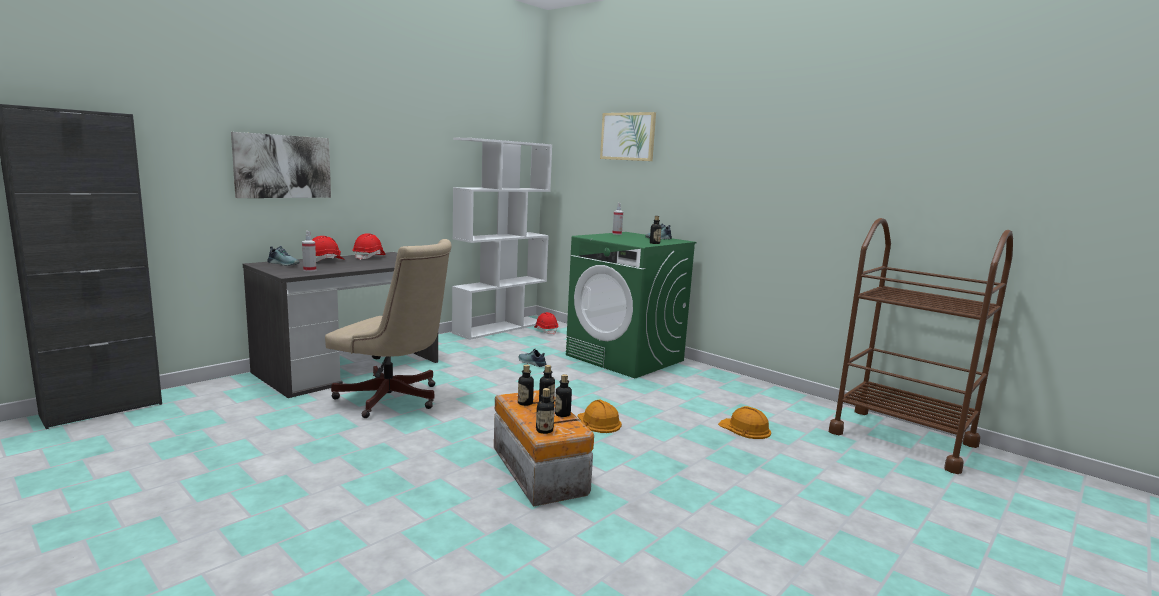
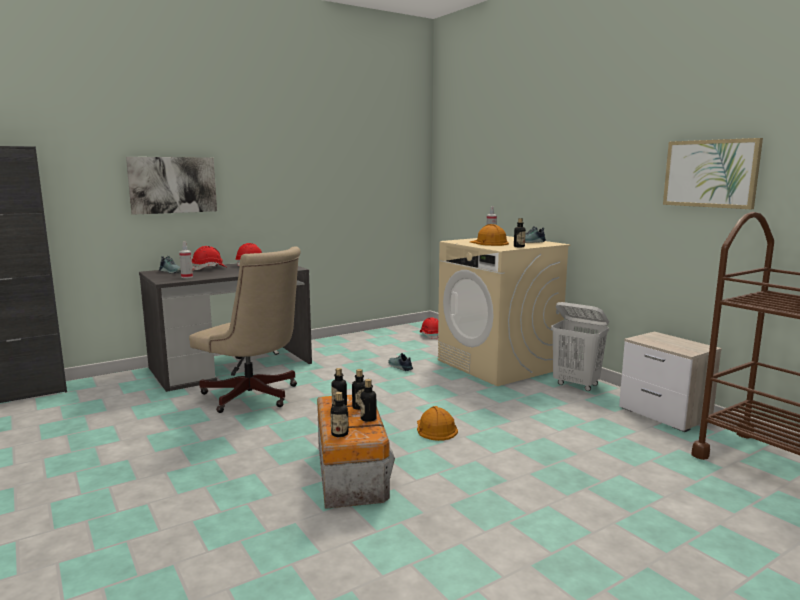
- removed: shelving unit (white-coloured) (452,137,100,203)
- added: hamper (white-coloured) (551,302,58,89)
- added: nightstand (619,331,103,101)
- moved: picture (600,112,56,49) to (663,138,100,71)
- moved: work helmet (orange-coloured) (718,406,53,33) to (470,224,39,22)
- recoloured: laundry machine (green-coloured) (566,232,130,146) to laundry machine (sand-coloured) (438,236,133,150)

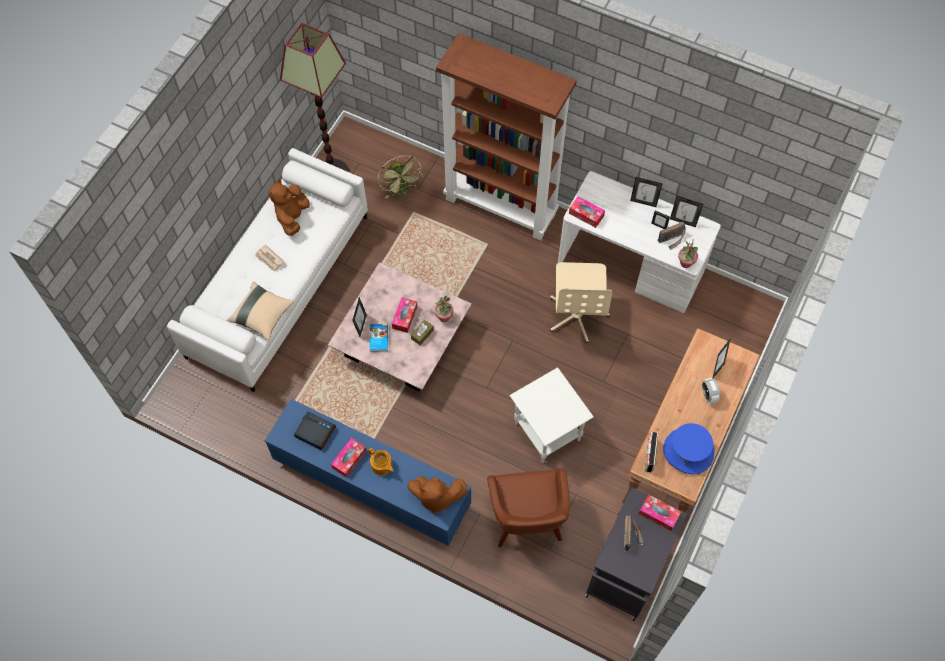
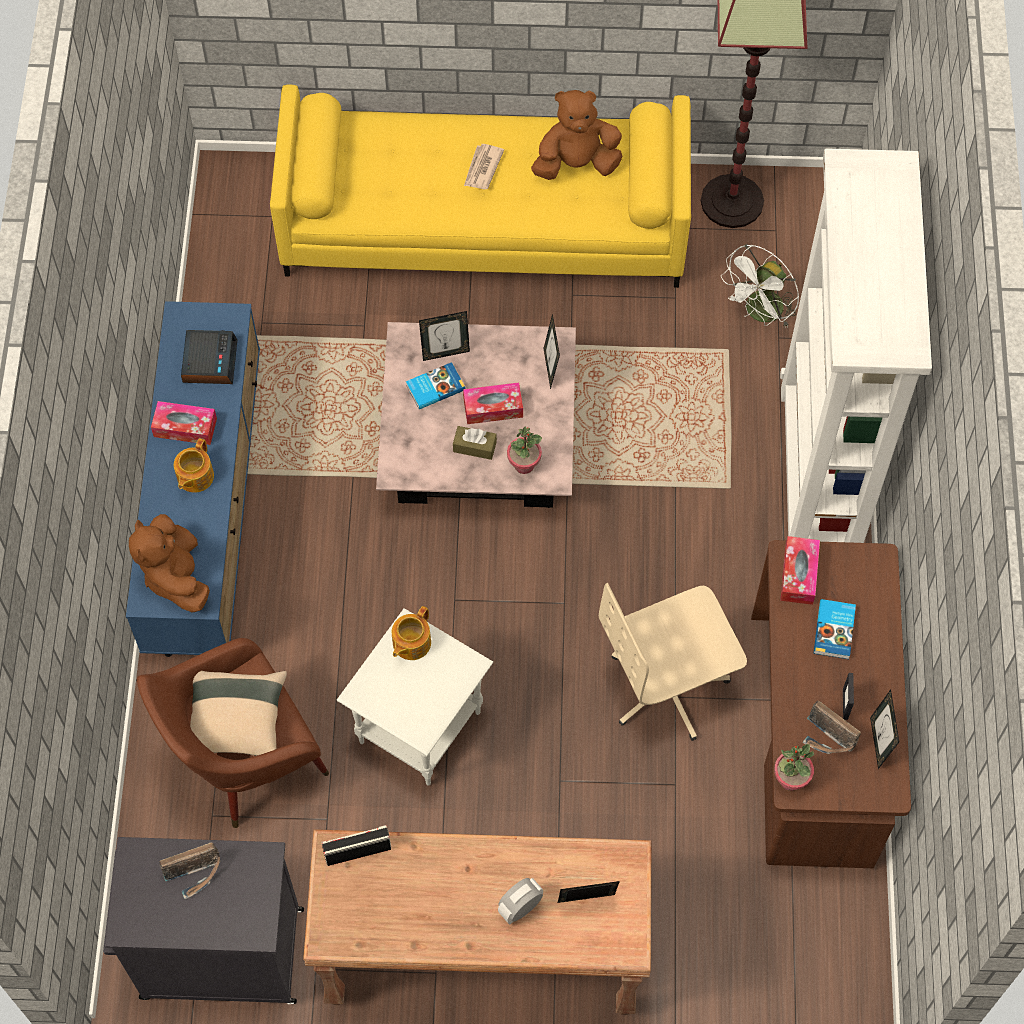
- removed: tissue box (639,494,42,37)
- removed: wearable hat (blue-coloured) (663,423,52,52)
- added: pot for tea (392,606,39,54)
- added: bound book (814,599,42,60)
- moved: cushion (sand-coloured) (227,282,67,58) to (190,671,97,85)
- moved: photo frame (630,177,32,30) to (543,313,17,76)
- recoloured: sofa (white-coloured) (167,148,201,244) to sofa (yellowish) (270,84,421,204)
- recoloured: cooling fan (green-coloured) (378,156,45,43) to cooling fan (white-coloured) (721,244,78,84)
- recoloured: shelving unit (brownish) (436,33,141,207) to shelving unit (white-coloured) (780,148,152,395)
- recoloured: desk (white-coloured) (558,171,163,142) to desk (brownish) (751,540,160,328)

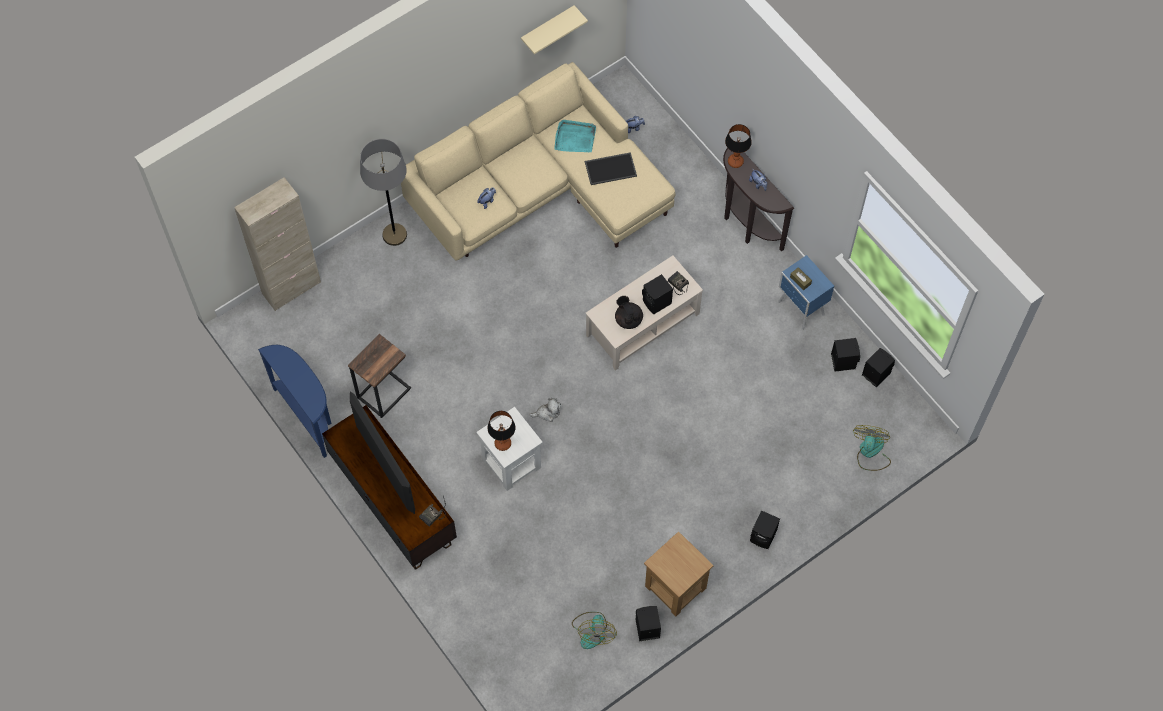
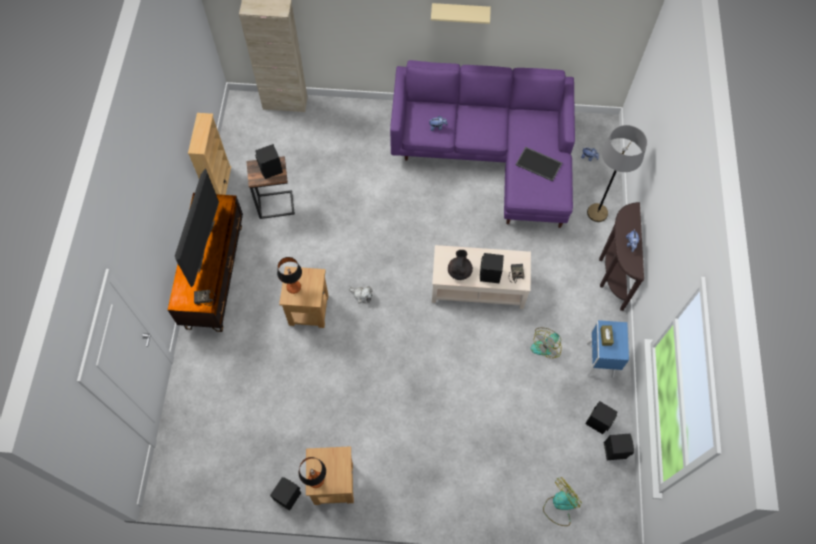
- removed: tray (blue-green) (554,120,42,32)
- moved: standard lamp (greyish) (360,139,47,107) to (587,125,60,97)
- moved: shelf (sand-coloured) (521,5,67,49) to (431,3,60,21)
- moved: cooling fan (572,612,45,37) to (530,328,32,30)
- moved: table lamp (725,124,27,44) to (299,457,27,31)
- moved: audio speaker (blackish) (750,510,30,39) to (255,144,28,35)
- replaced: narrow table (blue-coloured) (258,345,74,113) to shelving unit (sand-coloured) (188,113,43,82)
- recoloured: sofa (sand-coloured) (401,62,275,199) to sofa (purple-coloured) (390,60,185,168)
- recoloured: accent table (white-coloured) (476,407,67,84) to accent table (brownish) (279,266,49,62)

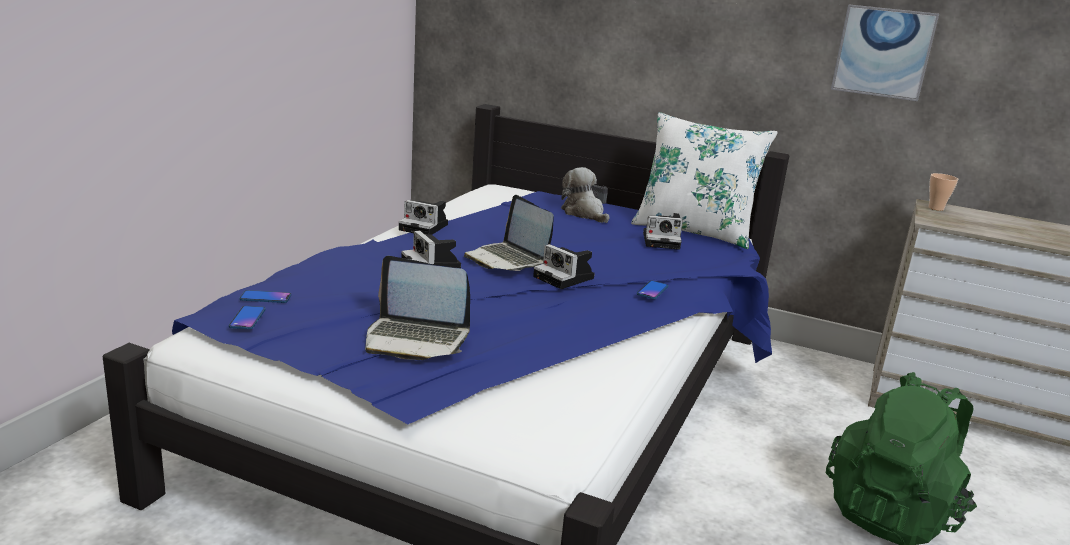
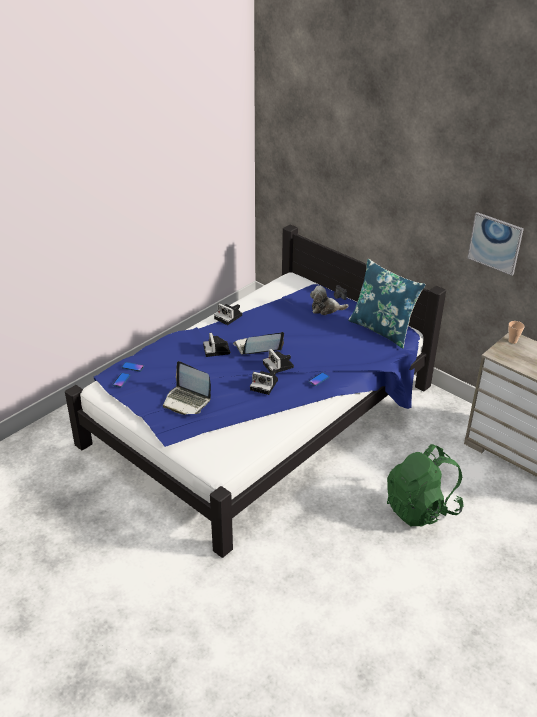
- moved: photo camera (643,213,40,37) to (250,369,28,26)
- recoloured: cushion (white-coloured) (631,112,147,137) to cushion (blue-coloured) (348,259,78,90)
- turned: portable computer (464,195,90,76) = (233,332,51,23) 90 degrees clockwise
- turned: cuddly toy (561,167,49,56) = (310,286,39,29) 75 degrees counterclockwise

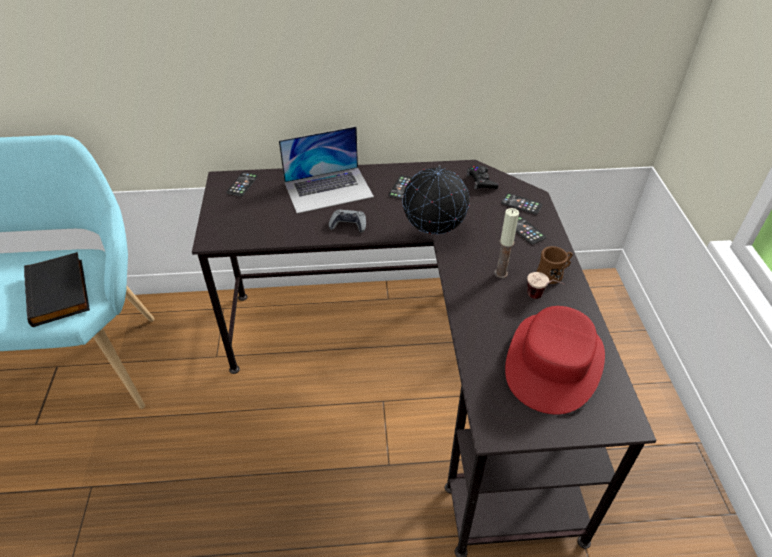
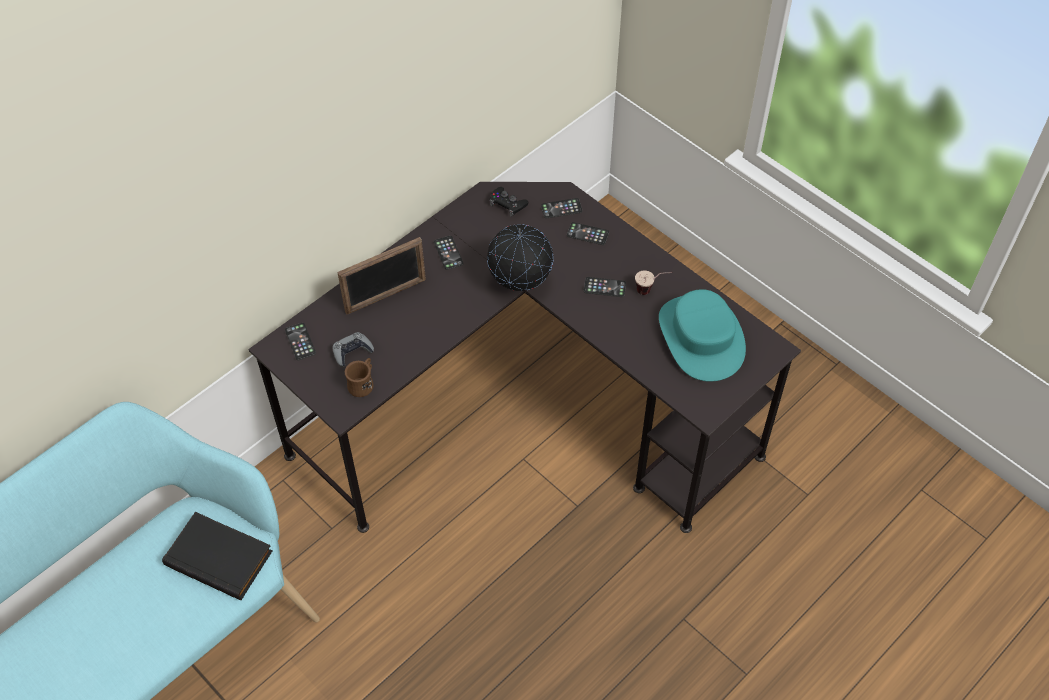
- moved: joypad (greyish) (329,209,37,24) to (333,332,41,35)
- moved: mug (brownish) (537,246,36,38) to (345,358,29,39)
- replaced: portable computer (279,126,95,88) to photo frame (337,237,89,77)
- replaced: wax candle (494,208,25,70) to telephone (584,277,42,20)
- recoloured: wearable hat (reddish) (505,306,100,108) to wearable hat (blue-green) (659,289,87,93)

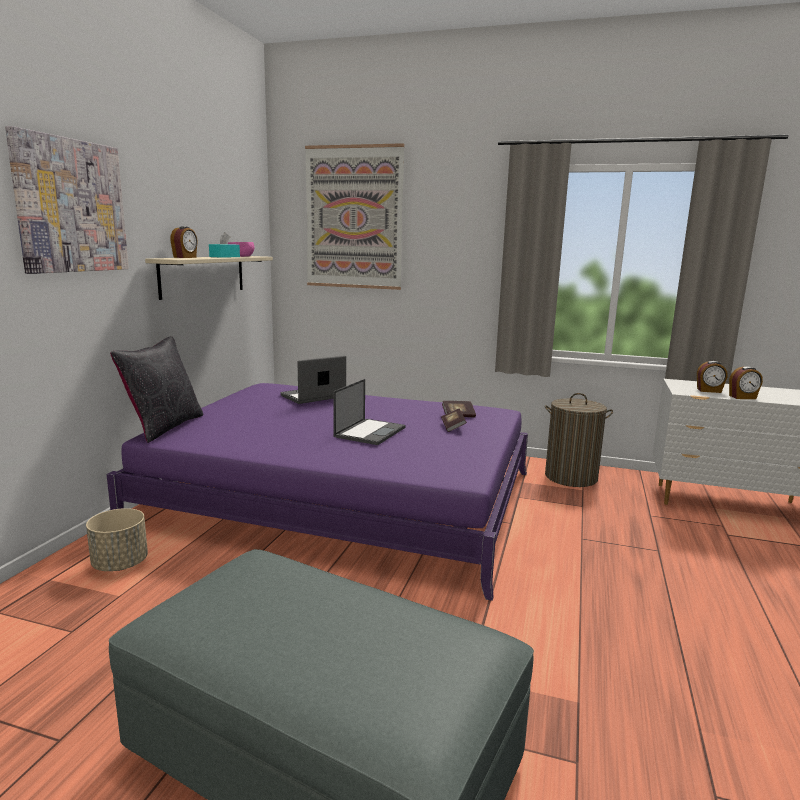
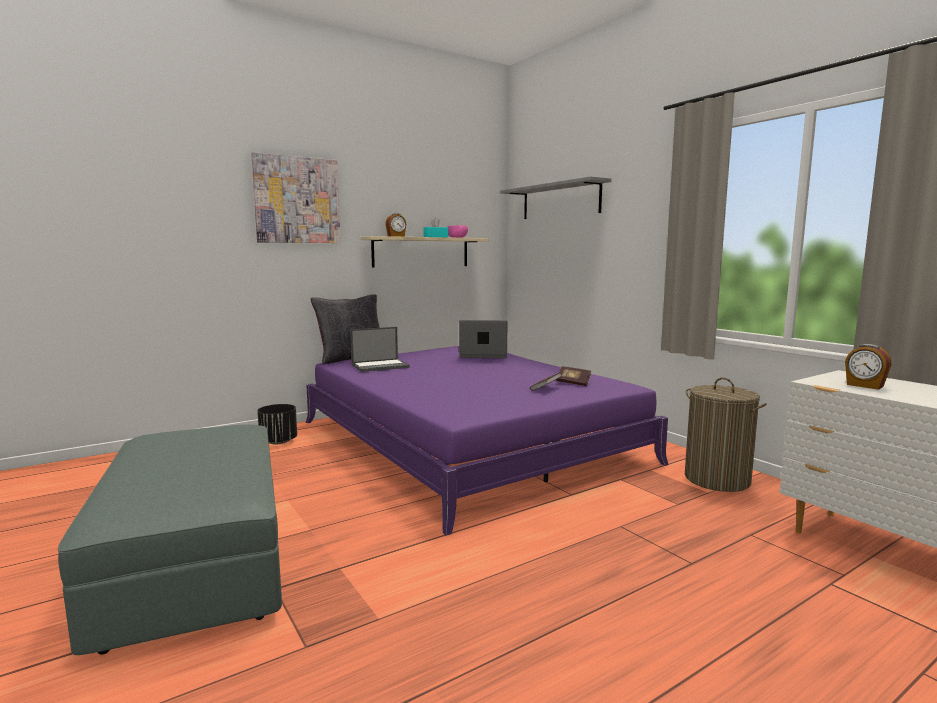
- removed: bedside clock (729,366,34,33)
- moved: portable computer (333,379,72,66) to (350,327,60,45)
- replaced: picture (305,143,100,147) to shelf (greyish) (500,176,112,43)
- recoloured: planter (sand-coloured) (86,508,62,63) to planter (blackish) (257,404,40,41)

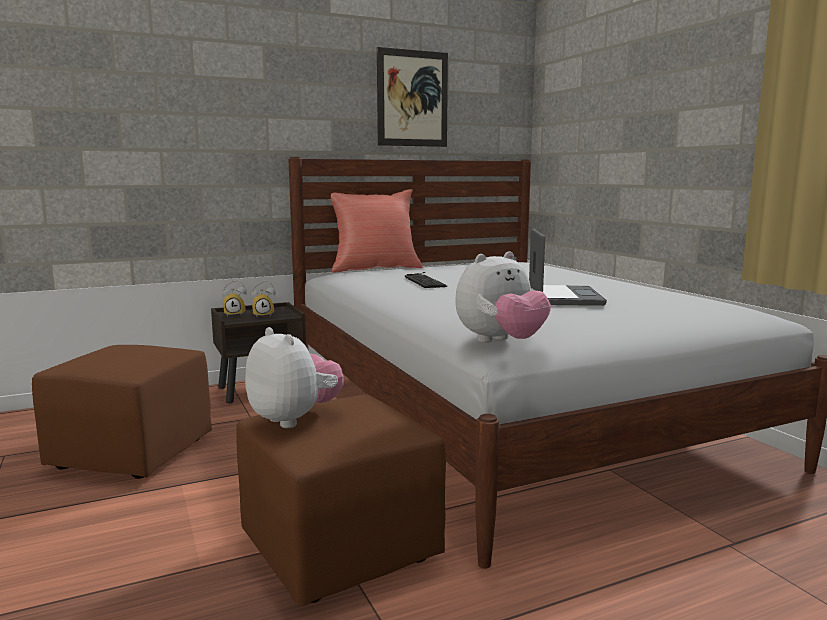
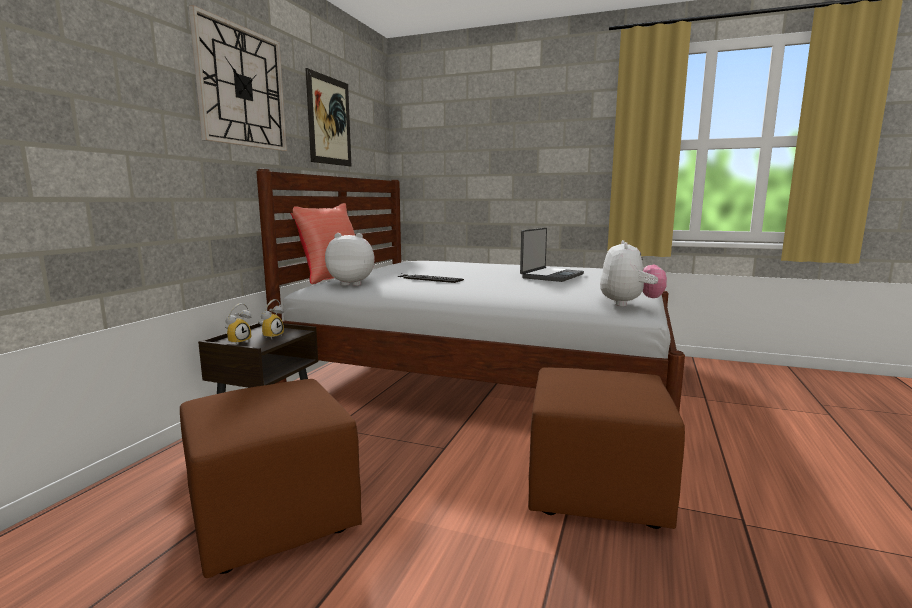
- added: hanging clock (189,5,98,146)
- moved: cuddly toy (245,327,99,101) to (325,233,50,53)
- turned: portable computer (529,229,78,77) = (520,228,64,54) 75 degrees clockwise

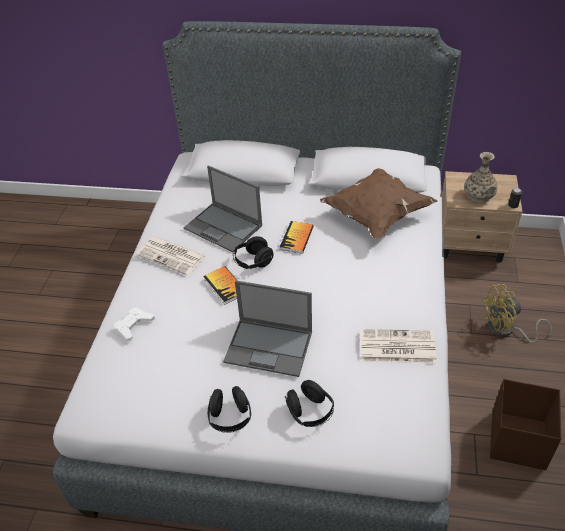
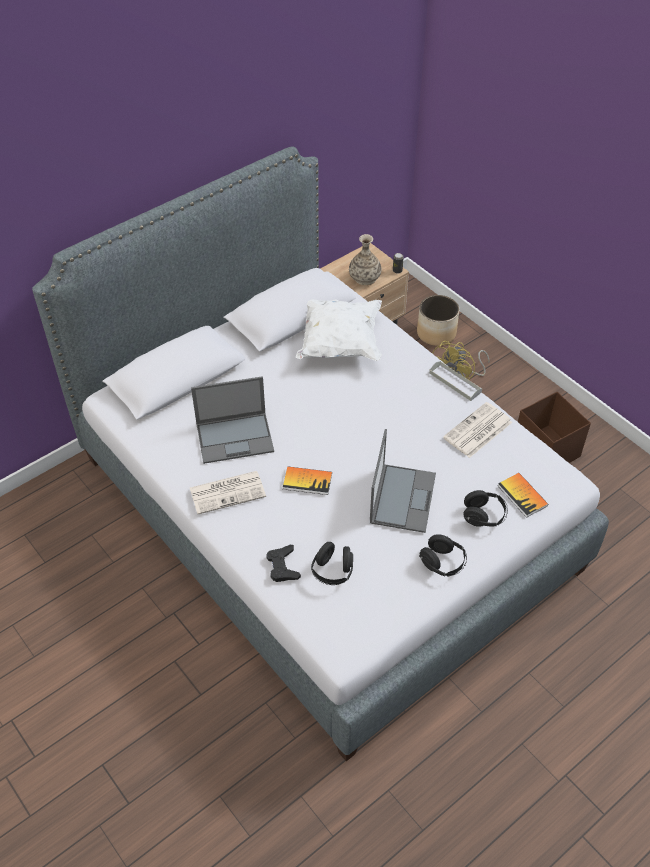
- added: planter (417,295,42,51)
- added: tray (greyish) (429,361,53,40)
- moved: pair of headphones (blackish) (233,236,41,33) to (311,542,42,43)
- moved: bound book (280,221,34,33) to (498,473,50,45)
- recoloured: joypad (white-coloured) (114,307,41,34) to joypad (blackish) (266,545,35,37)
- recoloured: cushion (brownish) (320,168,117,70) to cushion (white-coloured) (296,299,86,62)
- turned: portable computer (223,280,89,97) = (370,429,66,104) 45 degrees counterclockwise

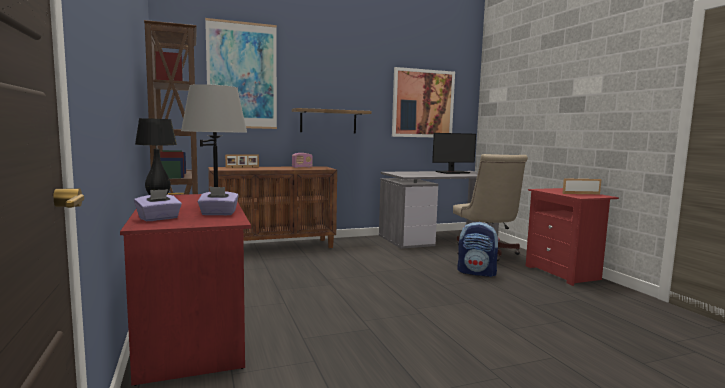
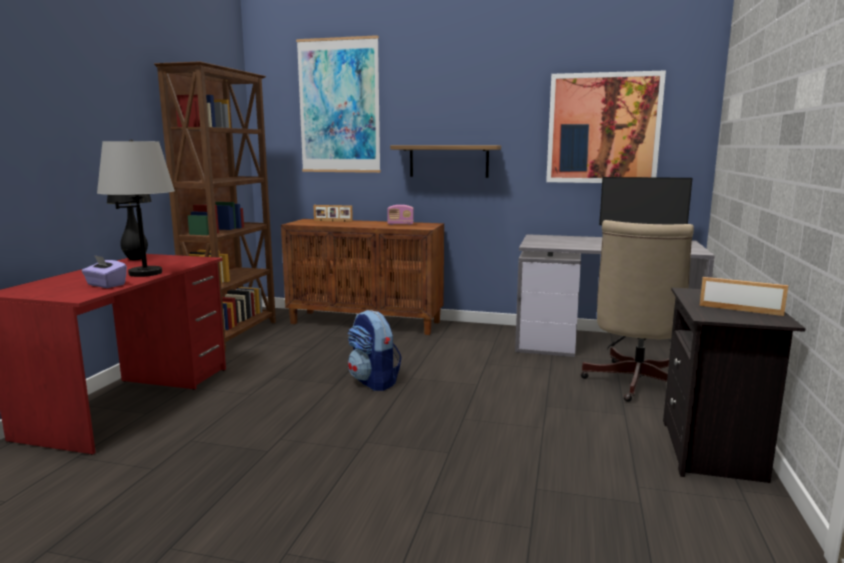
- removed: tissue box (purple-coloured) (134,189,48,32)
- moved: knapsack (457,222,43,55) to (348,310,54,81)
- recoloured: nightstand (reddish) (526,188,93,98) to nightstand (blackish) (663,288,143,195)

